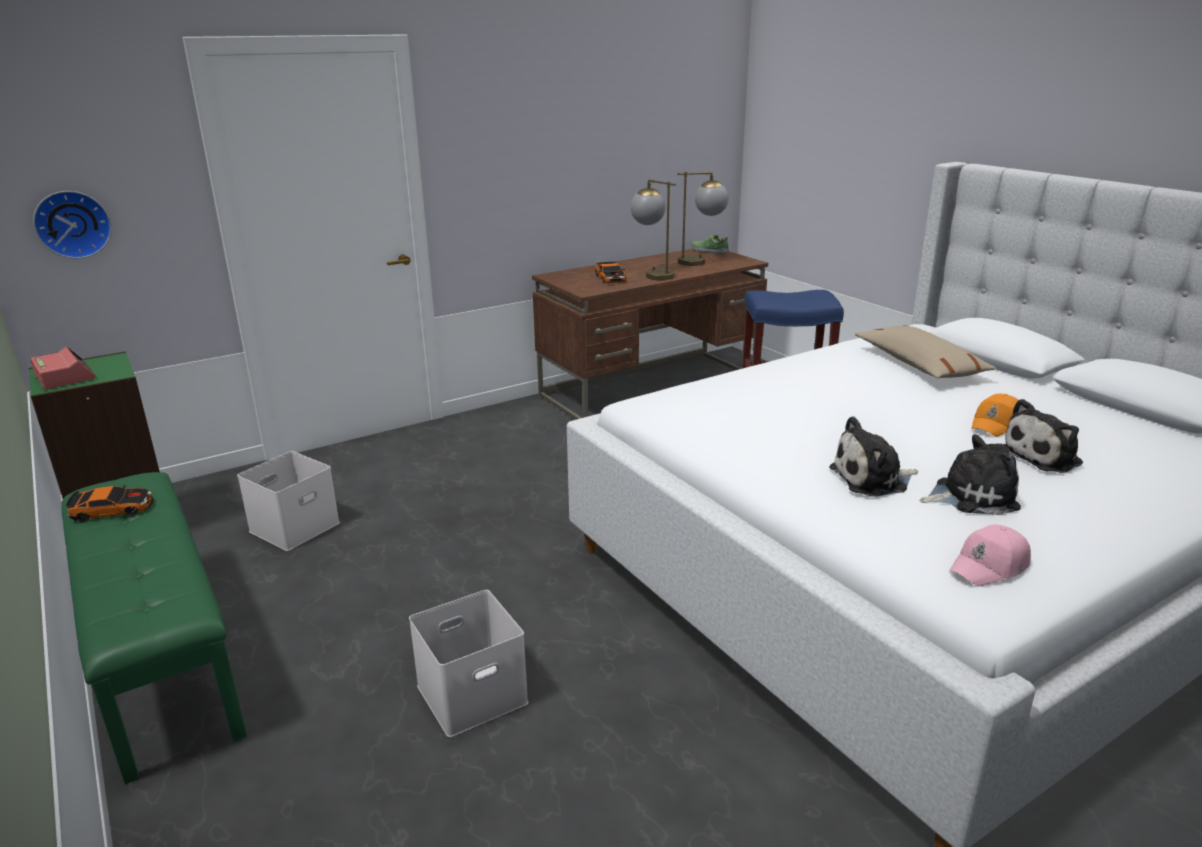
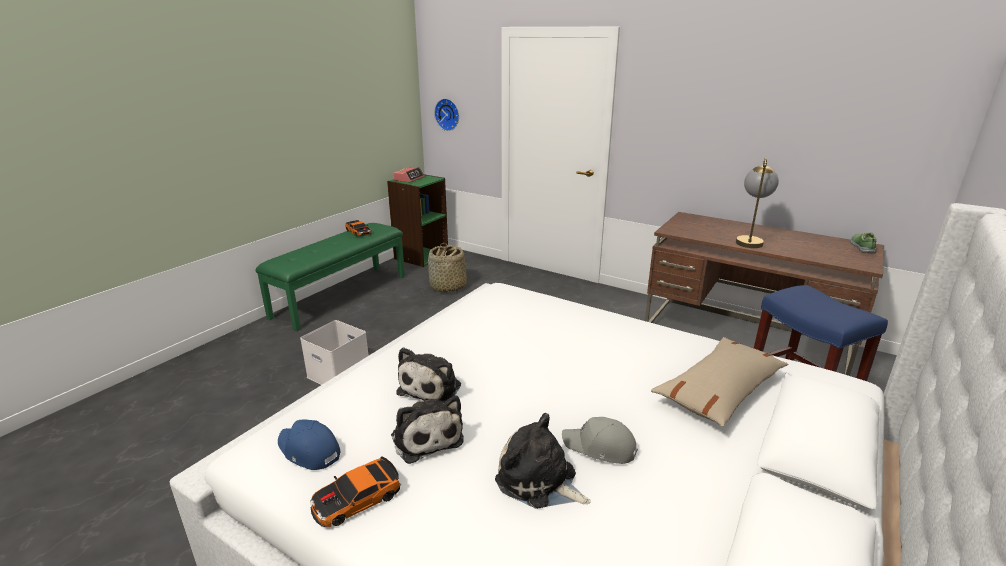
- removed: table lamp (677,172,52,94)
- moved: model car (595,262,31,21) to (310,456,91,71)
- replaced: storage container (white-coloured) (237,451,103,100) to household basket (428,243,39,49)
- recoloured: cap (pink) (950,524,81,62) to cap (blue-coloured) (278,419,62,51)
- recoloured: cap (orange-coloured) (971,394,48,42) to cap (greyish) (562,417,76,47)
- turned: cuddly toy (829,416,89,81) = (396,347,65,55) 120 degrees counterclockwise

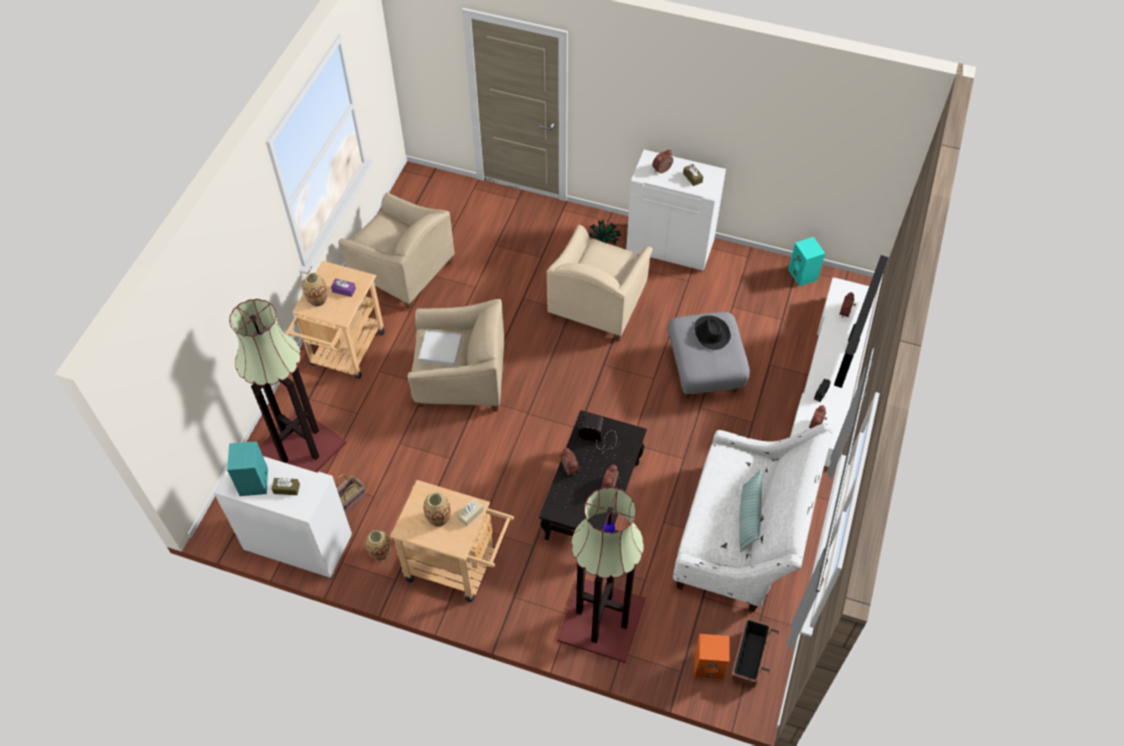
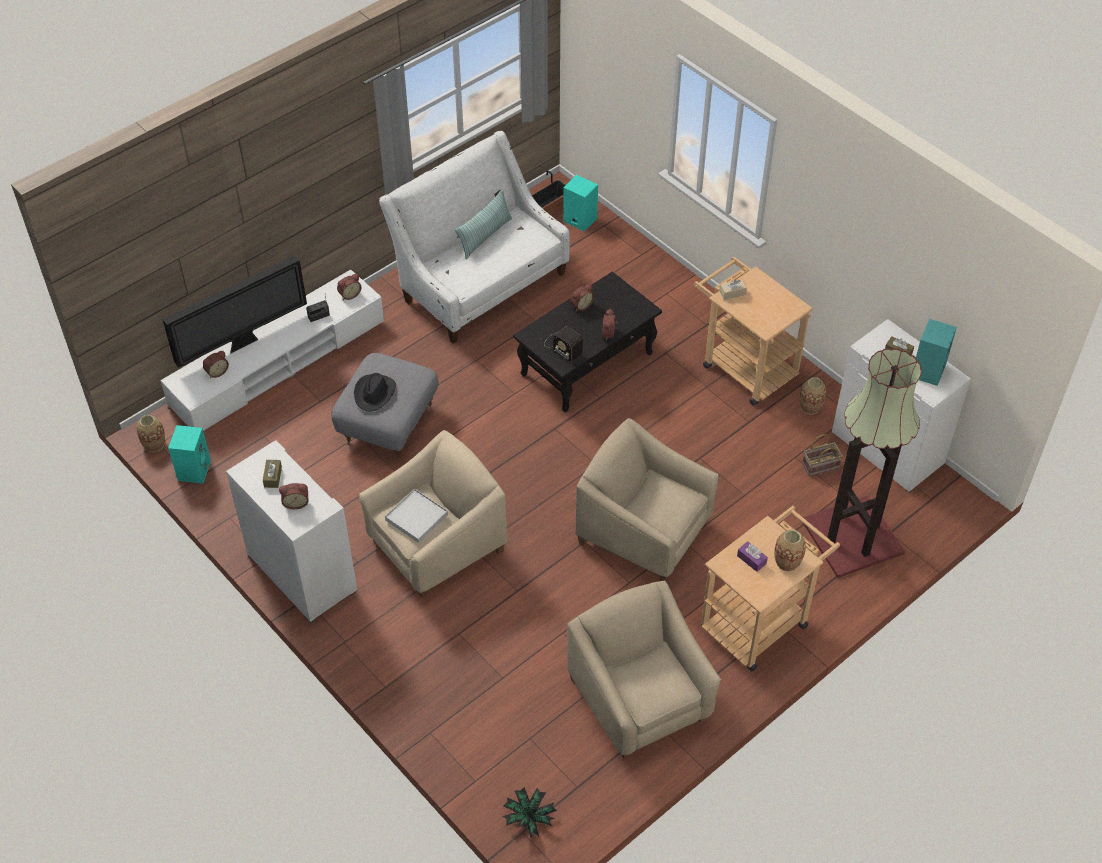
- removed: standard lamp (557,487,89,176)
- moved: tray (white-coloured) (418,329,44,37) to (385,489,63,54)
- moved: vase (423,493,28,34) to (136,415,29,37)
- moved: plant in a pot (588,220,33,24) to (502,787,55,51)
- recoloured: audio speaker (orange-coloured) (694,634,35,46) to audio speaker (blue-green) (563,175,35,57)

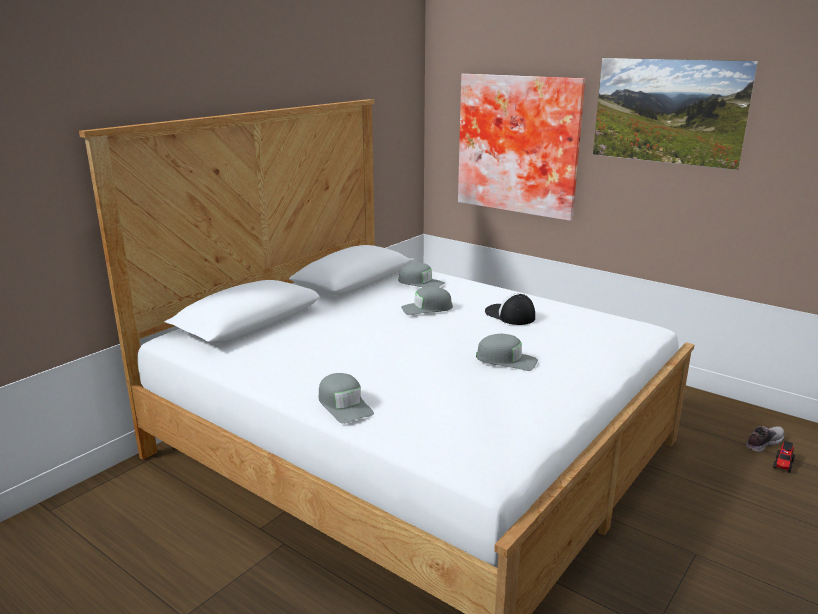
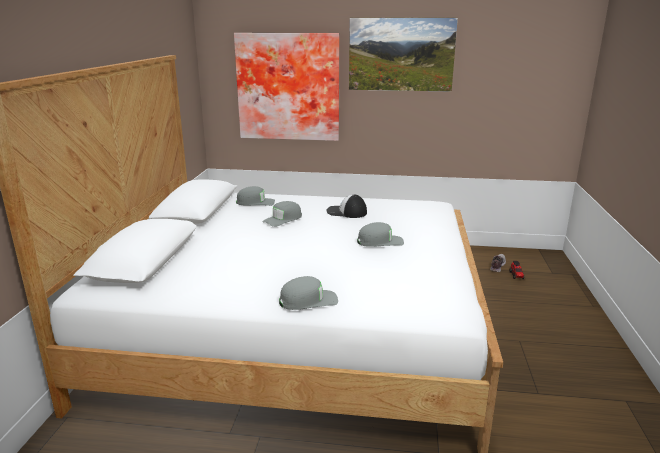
- turned: cap (greyish) (319,373,55,51) = (279,276,59,34) 45 degrees counterclockwise

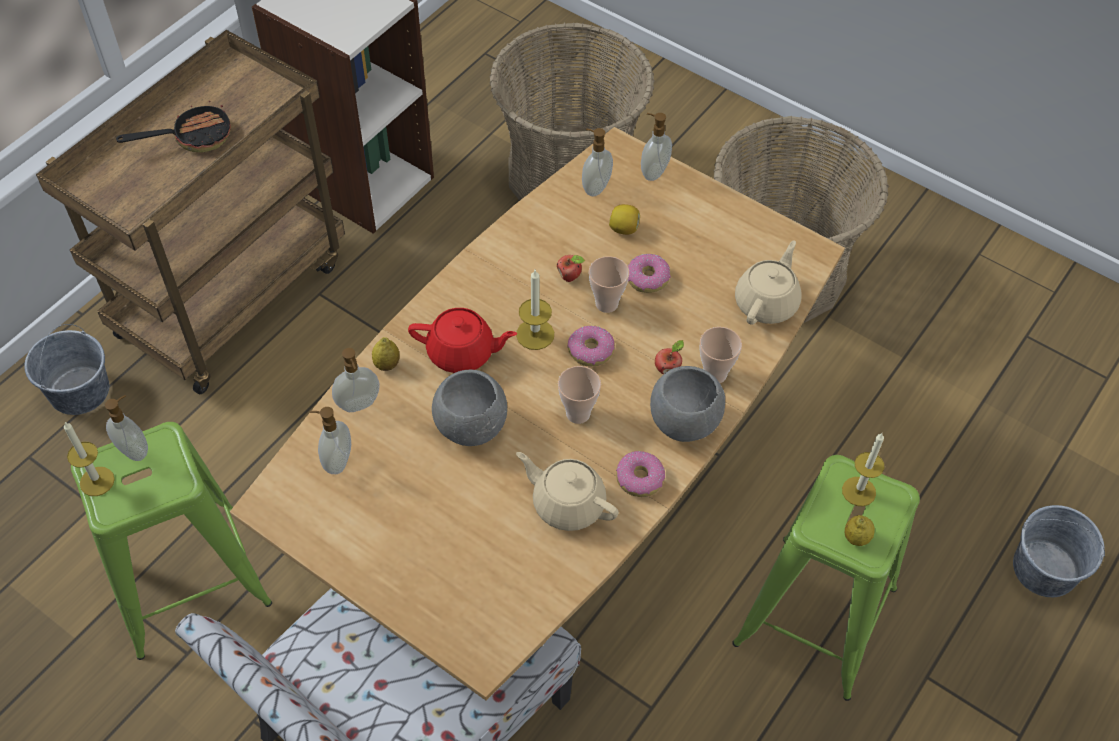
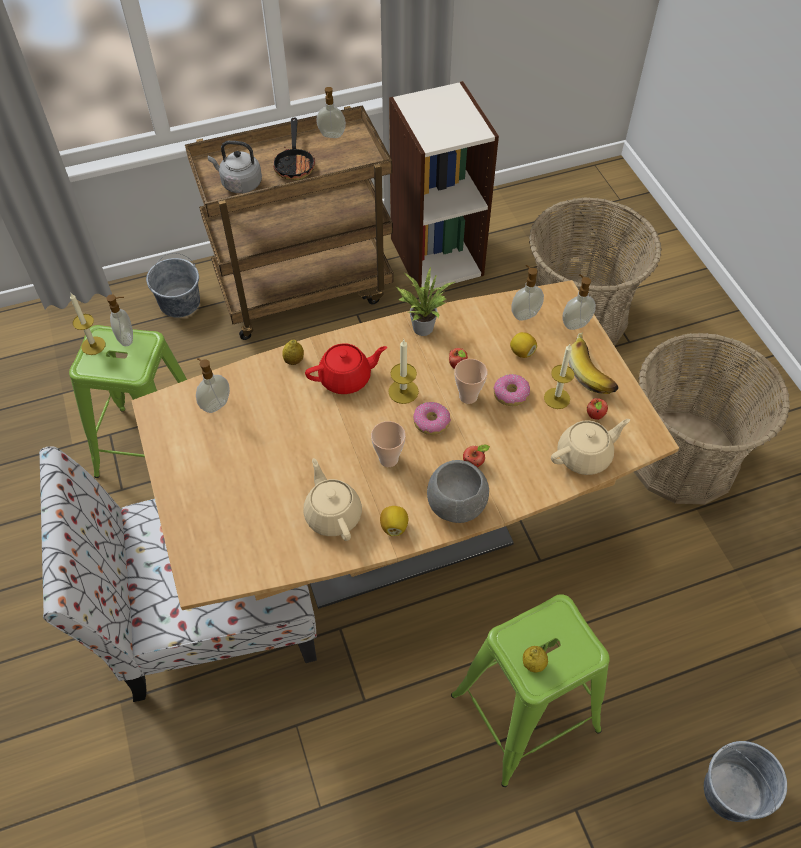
- removed: bowl (greyish) (432,370,75,76)
- removed: cup (699,327,43,56)
- added: water kettle (greyish) (208,141,54,52)
- added: plant in a pot (397,267,58,69)
- added: banana fruit (569,332,50,62)
- added: apple fruit (587,398,21,22)
- moved: liquid soap bottle (332,348,48,64) to (316,87,30,51)
- moved: wax candle (842,433,42,73) to (544,344,31,65)
- replaced: donut (616,451,49,46) to citrus fruit (380,506,28,30)
- turned: frying pan (116,101,115,52) = (273,118,42,62) 75 degrees clockwise
- turned: pot for tea (reddish) (408,308,109,65) = (305,343,82,51) 60 degrees counterclockwise

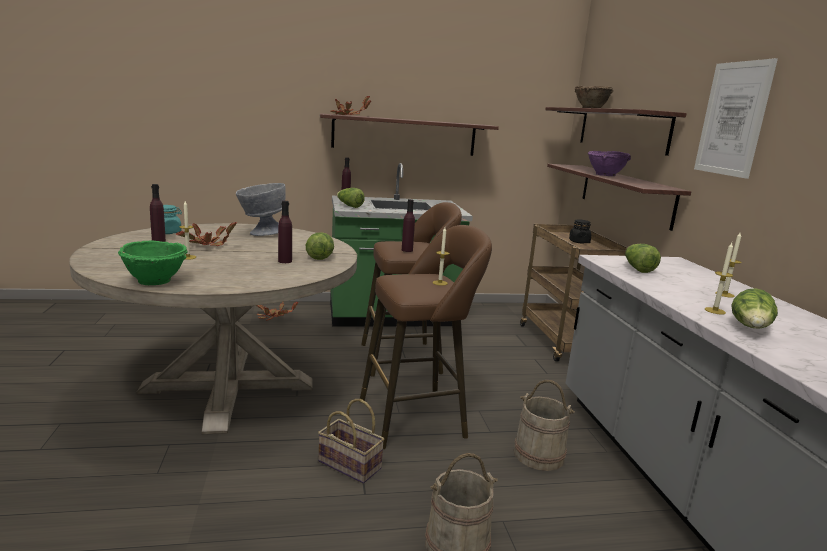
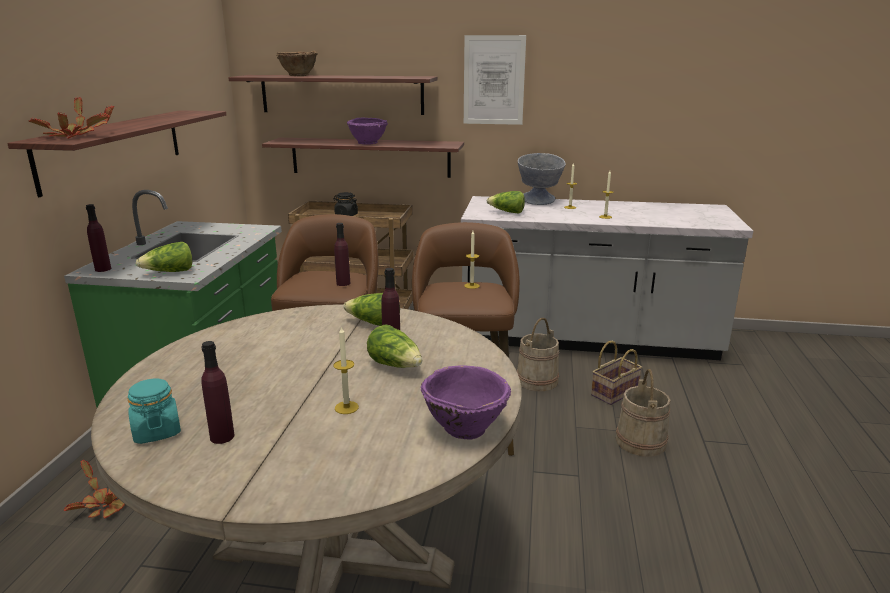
- removed: plant in a pot (176,221,61,25)
- moved: bowl (greyish) (236,183,50,53) to (518,153,48,52)
- moved: household basket (318,399,66,84) to (591,341,51,64)
- moved: lettuce head (731,288,47,41) to (367,324,55,44)
- recoloured: bowl (green-coloured) (118,241,69,44) to bowl (purple-coloured) (420,365,91,74)

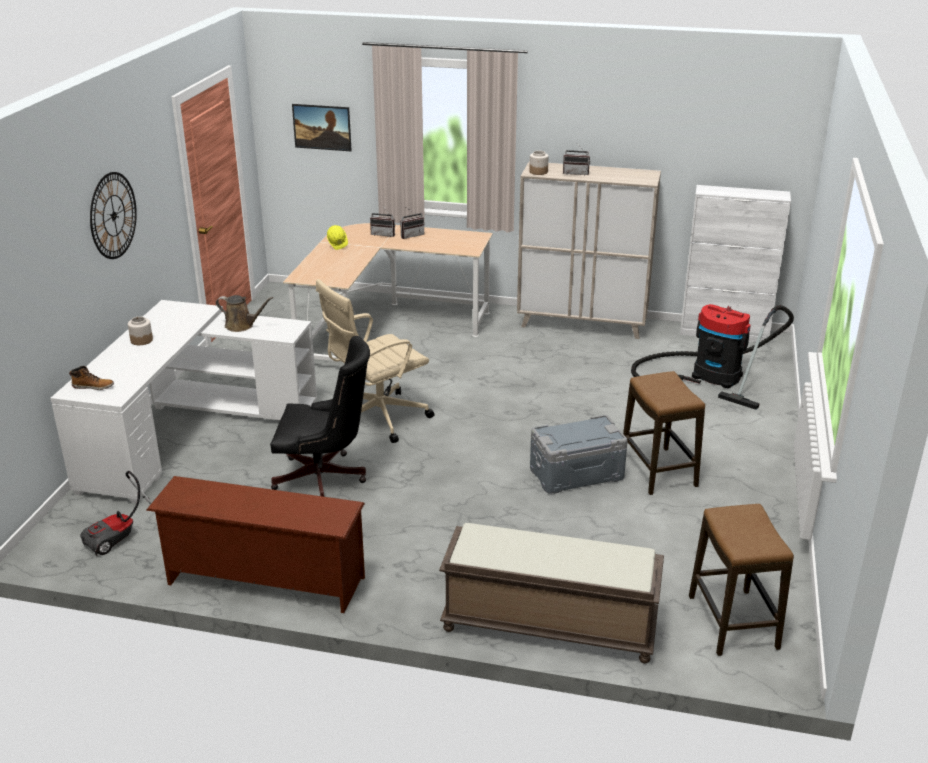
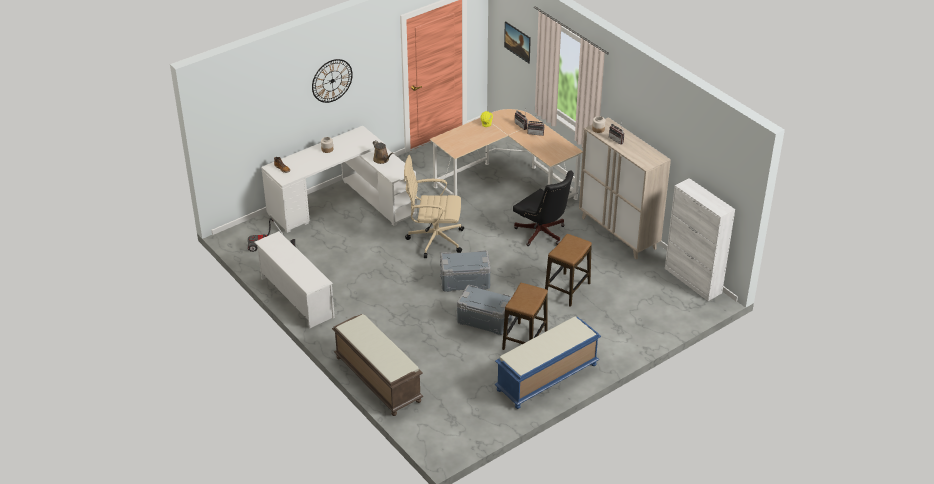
- removed: vacuum cleaner (631,304,163,106)
- added: storage container (greyish) (440,250,51,42)
- added: indoor bench (blue-coloured) (495,317,106,92)
- moved: office chair (blackish) (270,336,100,161) to (513,170,61,76)
- moved: sitting stool (689,504,105,152) to (545,234,47,73)
- recoloured: shoe rack (brownish) (146,476,219,137) to shoe rack (white-coloured) (254,231,81,97)

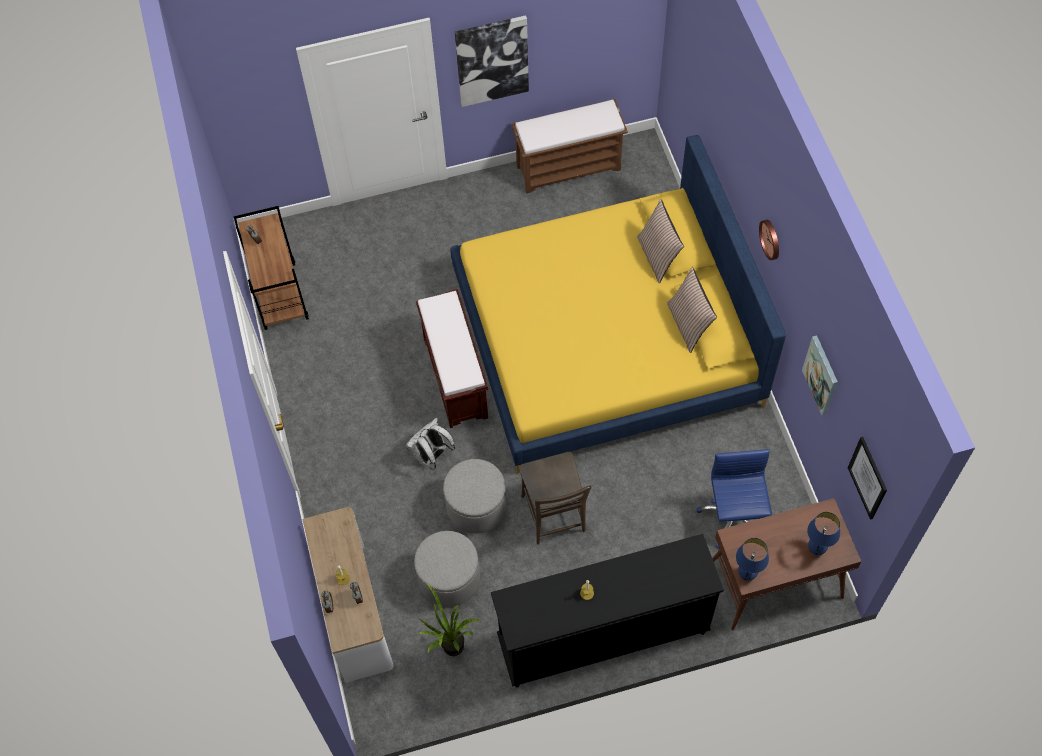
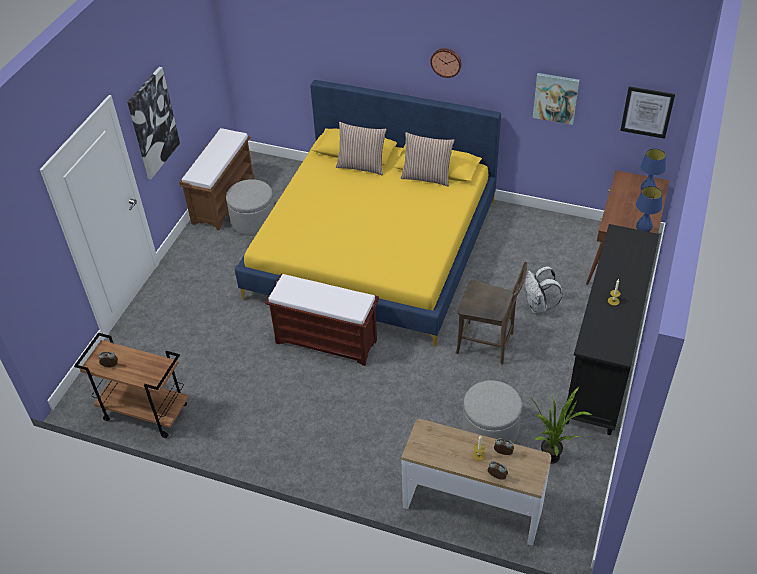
- removed: office chair (blue-coloured) (697,449,75,99)
- moved: knapsack (white-coloured) (406,418,49,52) to (525,266,38,47)
- moved: footrest (greyish) (443,459,64,74) to (226,179,48,57)

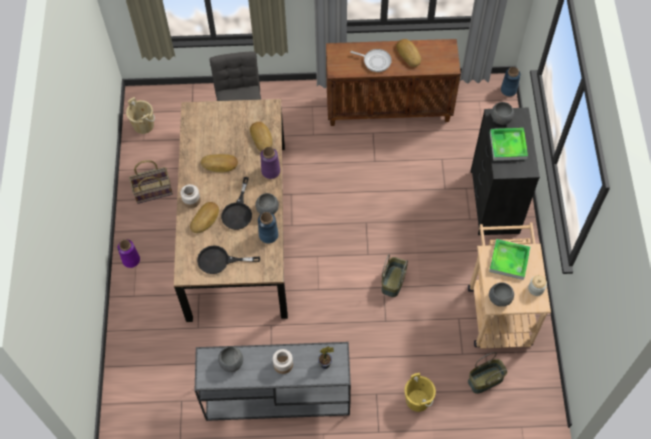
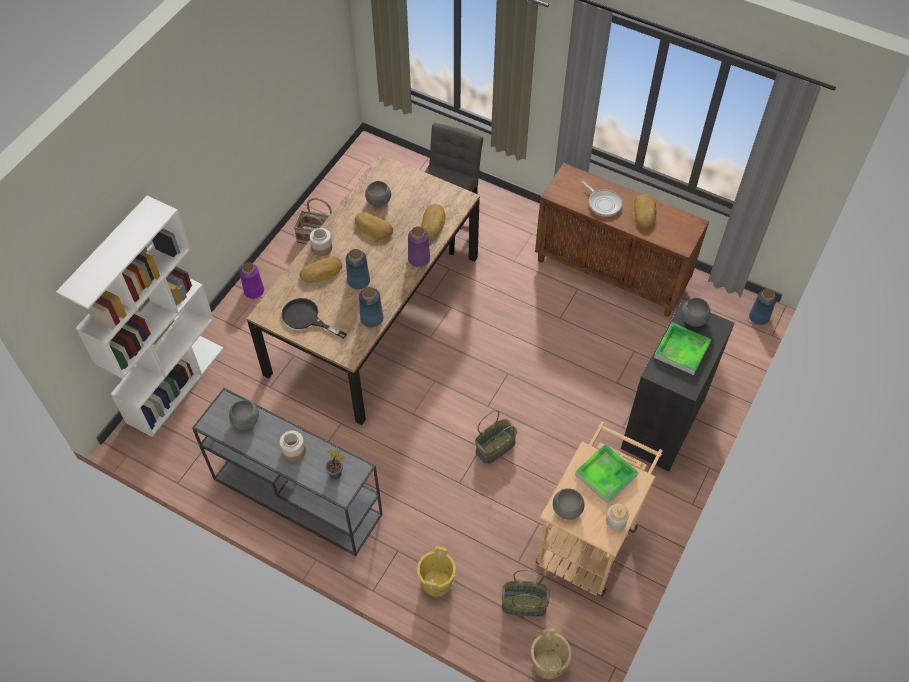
- added: shelving unit (white-coloured) (56,196,168,241)
- moved: pail (sand-coloured) (126,97,29,37) to (531,628,41,51)
- moved: bowl (greyish) (255,193,24,22) to (365,181,26,26)
- replaced: frying pan (blackish) (221,177,31,53) to vase (blue-coloured) (346,249,24,41)

